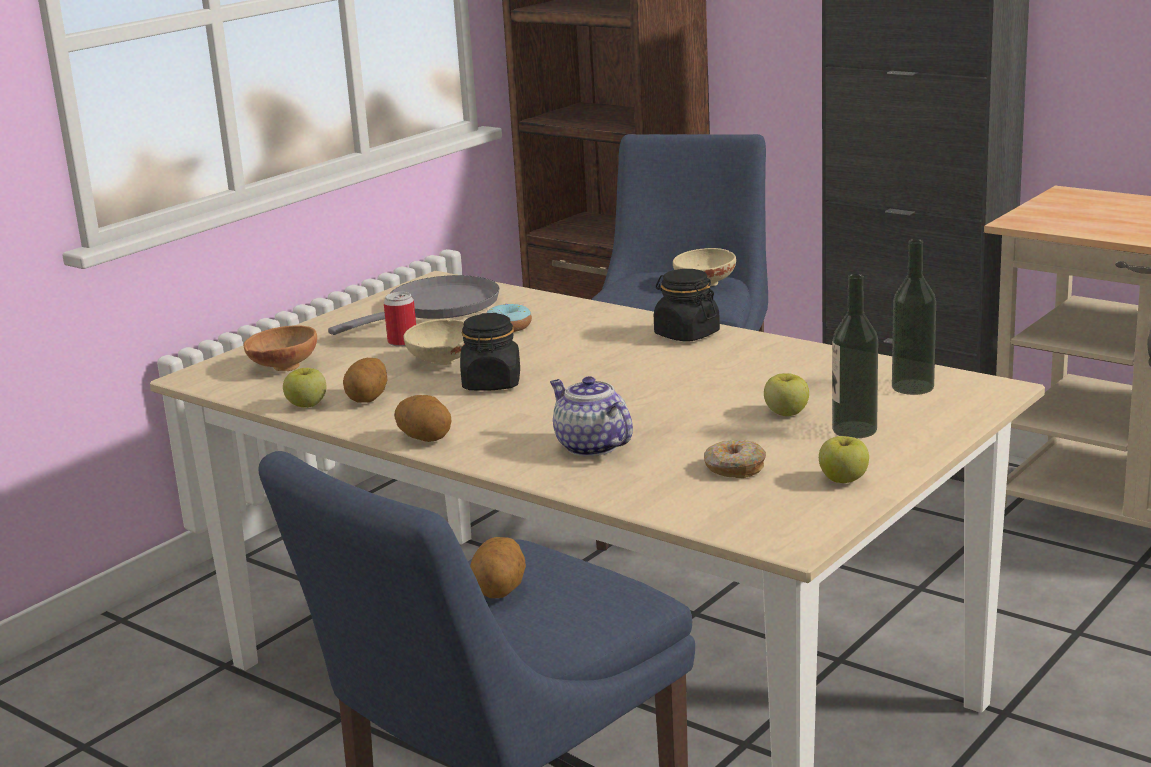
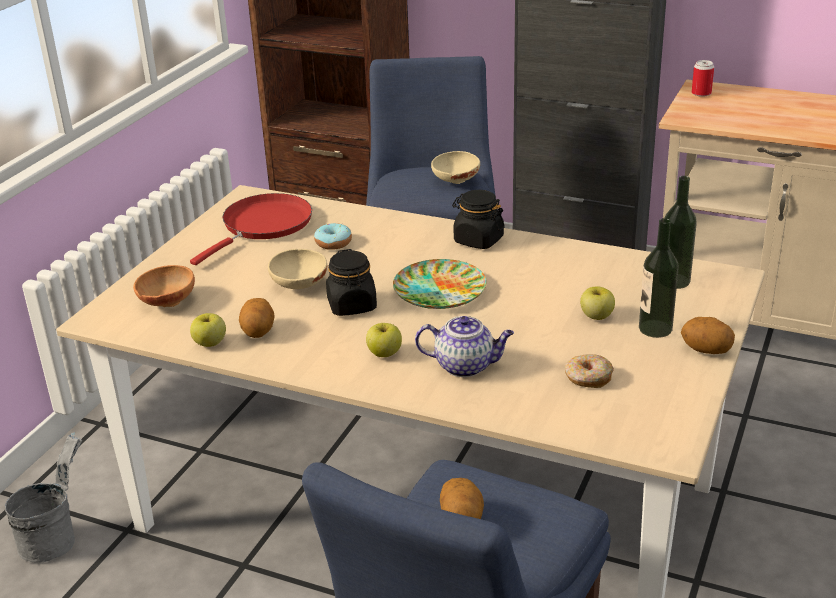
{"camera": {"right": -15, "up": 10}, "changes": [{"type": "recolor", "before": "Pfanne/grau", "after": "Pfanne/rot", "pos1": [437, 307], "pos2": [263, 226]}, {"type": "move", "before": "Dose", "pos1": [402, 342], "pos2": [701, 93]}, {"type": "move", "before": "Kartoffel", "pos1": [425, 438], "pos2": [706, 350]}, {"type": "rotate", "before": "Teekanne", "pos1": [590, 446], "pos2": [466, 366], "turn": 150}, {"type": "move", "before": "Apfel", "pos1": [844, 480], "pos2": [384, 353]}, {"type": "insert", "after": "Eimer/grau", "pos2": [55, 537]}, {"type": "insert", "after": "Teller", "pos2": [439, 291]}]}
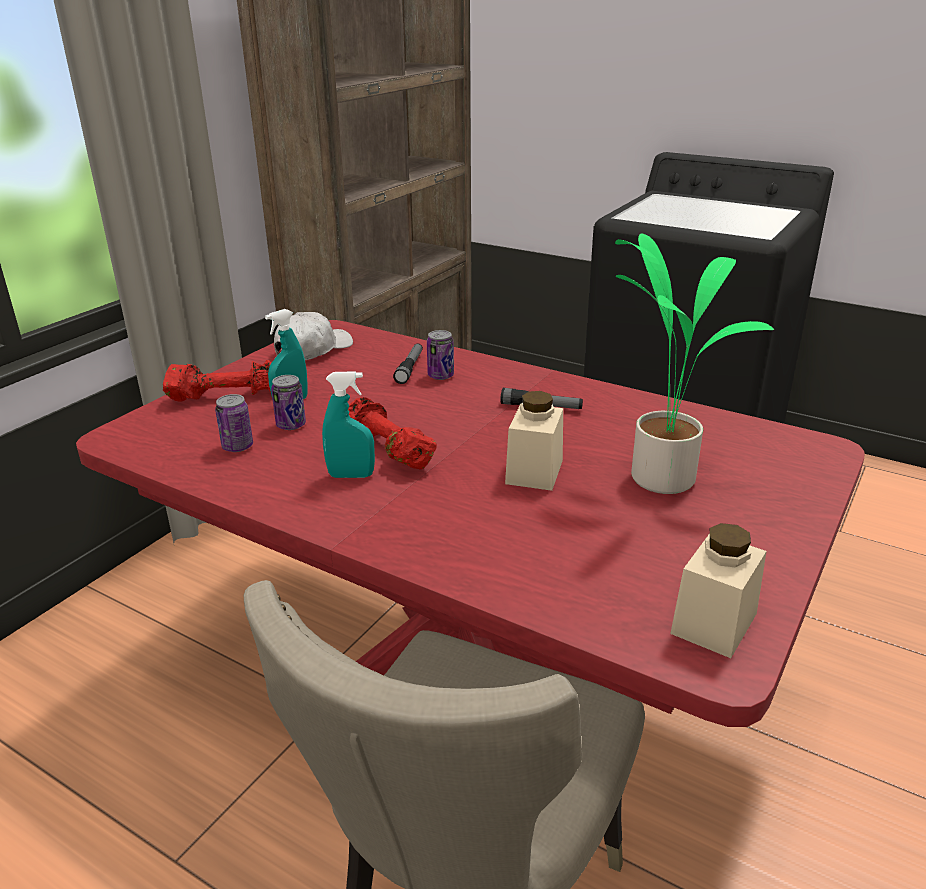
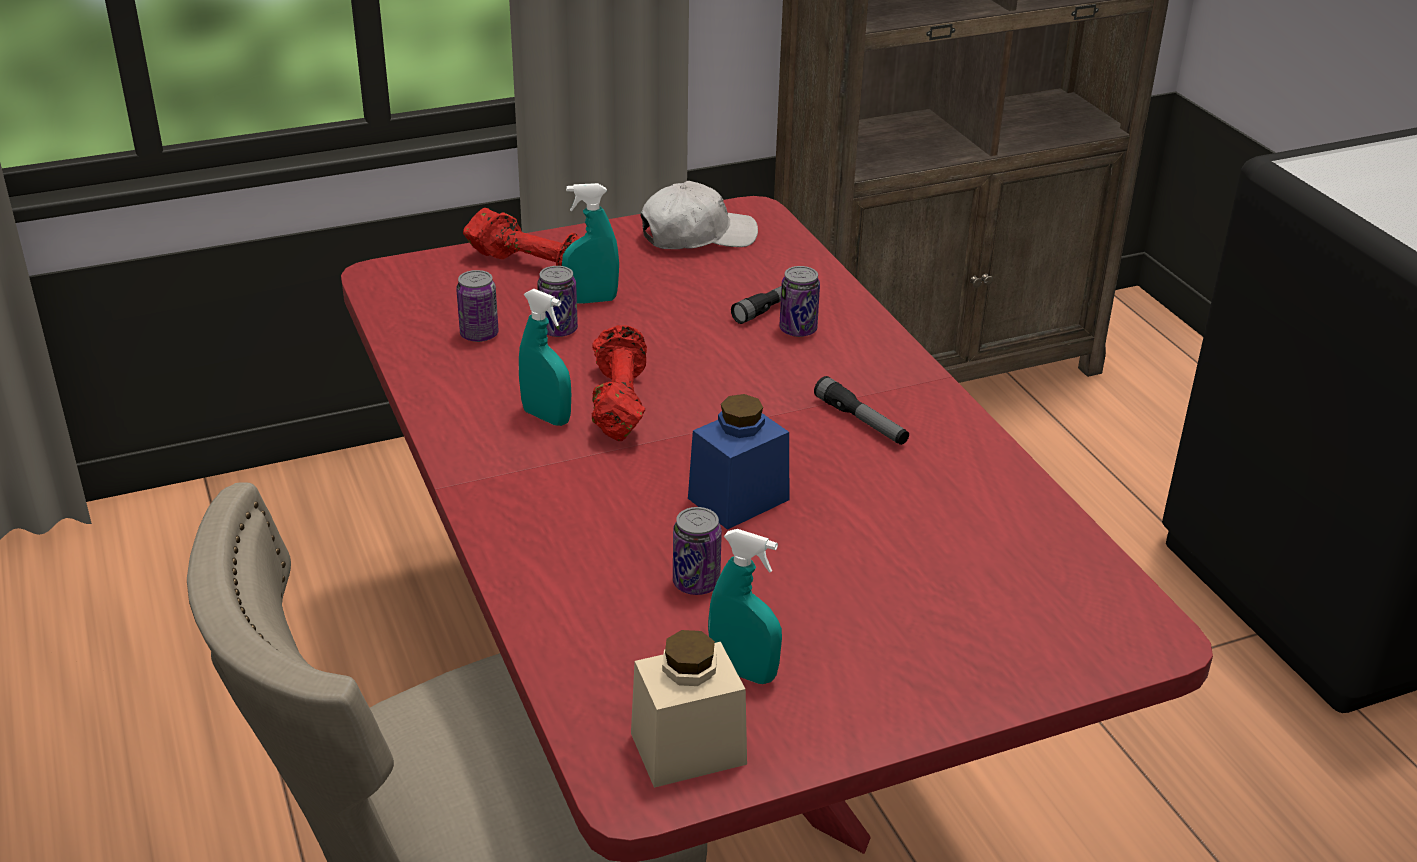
{"camera": {"right": 35, "up": 5}, "changes": [{"type": "recolor", "before": "Vorratsglas/beige", "after": "Vorratsglas/blau", "pos1": [534, 472], "pos2": [738, 499]}, {"type": "delete", "before": "Topfpflanze", "pos1": [661, 476]}, {"type": "insert", "after": "Dose", "pos2": [696, 583]}, {"type": "insert", "after": "Sprühflasche/türkis", "pos2": [743, 672]}]}
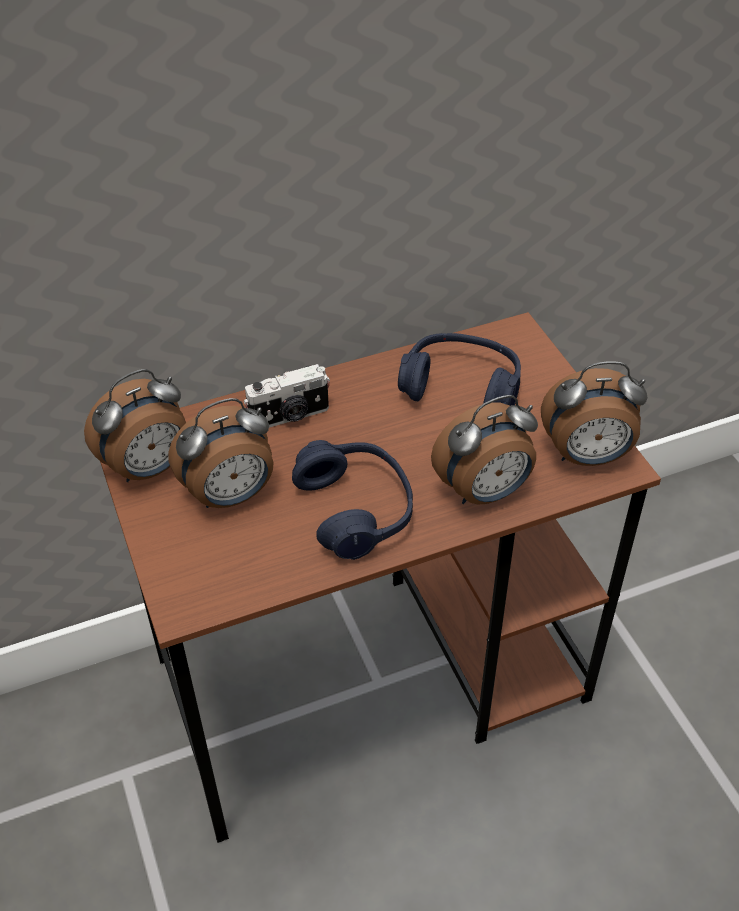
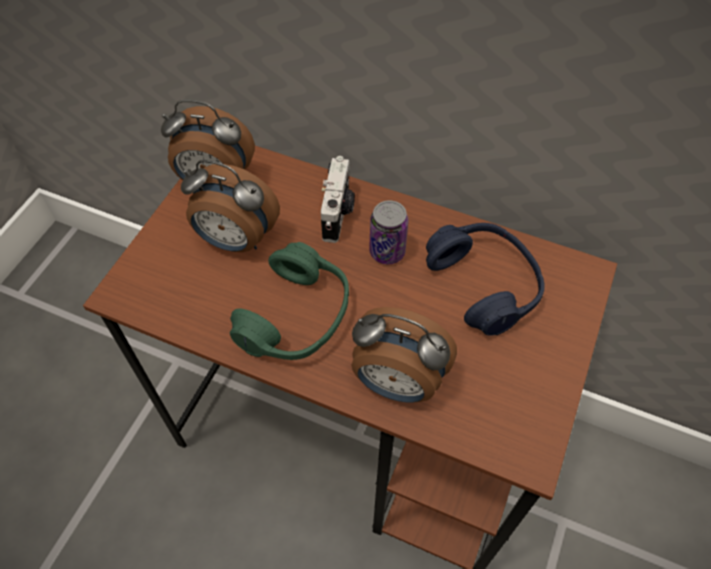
{"camera": {"right": 45, "up": 10}, "changes": [{"type": "rotate", "before": "Kamera", "pos1": [290, 417], "pos2": [338, 213], "turn": -105}, {"type": "recolor", "before": "Kopfhörer/blau", "after": "Kopfhörer/grün", "pos1": [356, 509], "pos2": [296, 317]}, {"type": "delete", "before": "Wecker", "pos1": [587, 456]}, {"type": "insert", "after": "Dose", "pos2": [387, 252]}]}
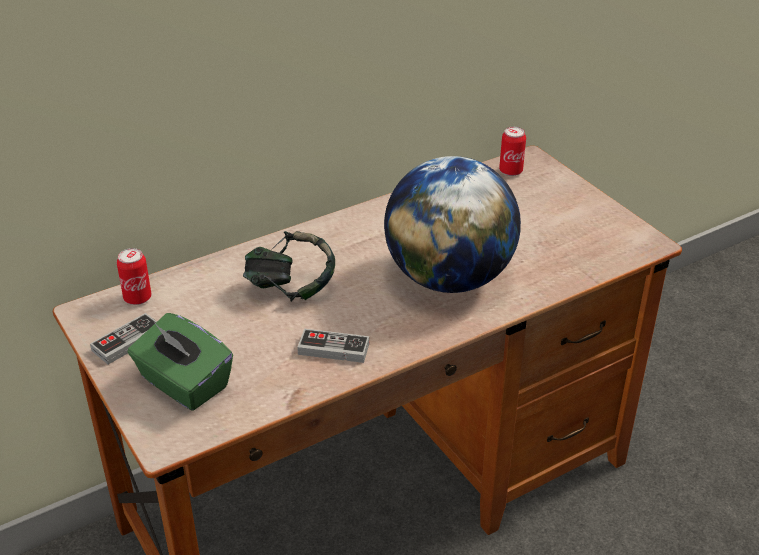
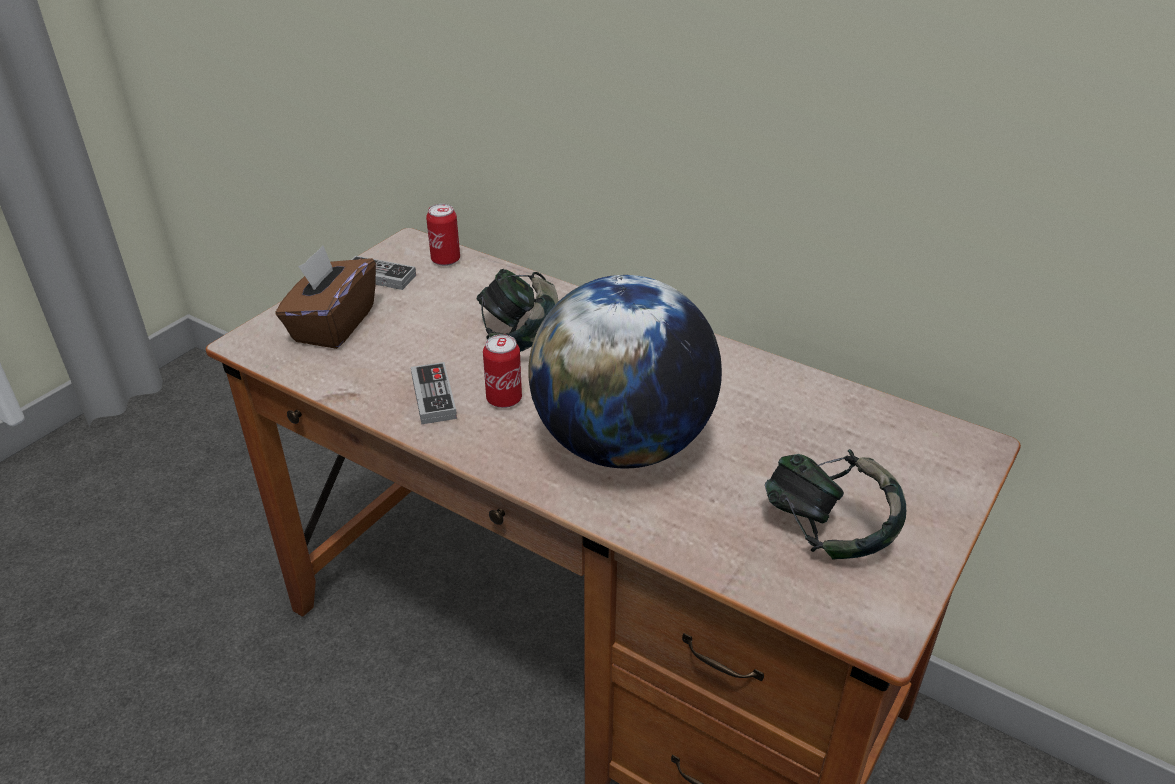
{"camera": {"right": 65, "up": 0}, "changes": [{"type": "recolor", "before": "Taschentuchbox/grün", "after": "Taschentuchbox/braun", "pos1": [183, 384], "pos2": [333, 324]}, {"type": "move", "before": "Dose", "pos1": [511, 171], "pos2": [504, 399]}, {"type": "insert", "after": "Kopfhörer", "pos2": [827, 532]}]}
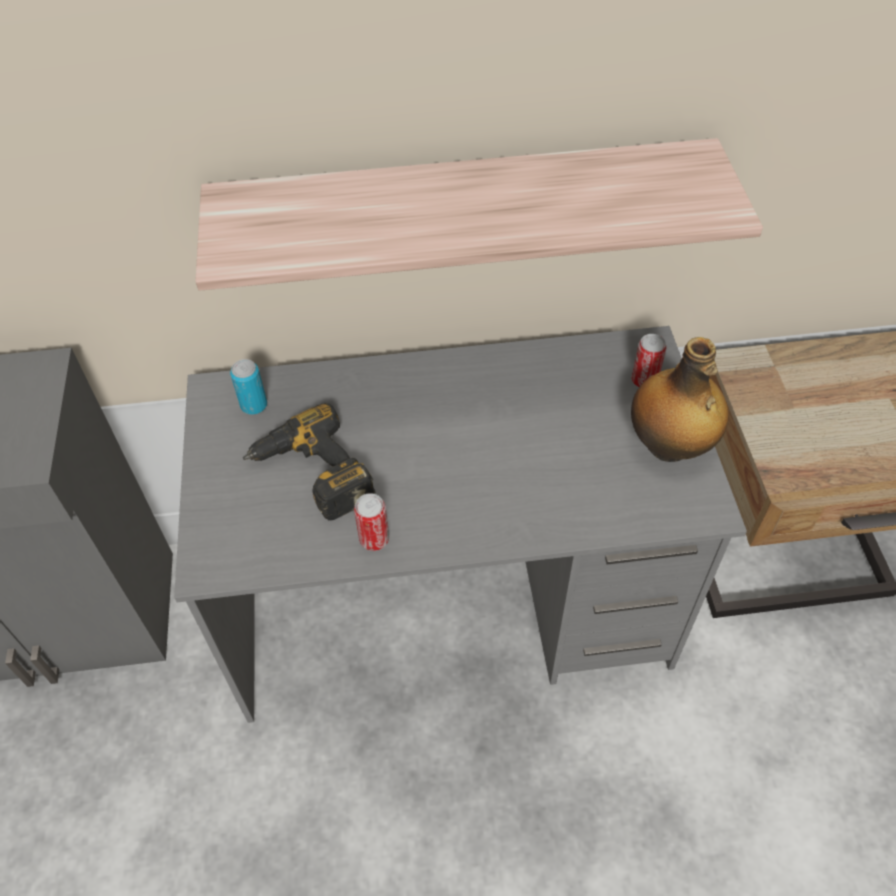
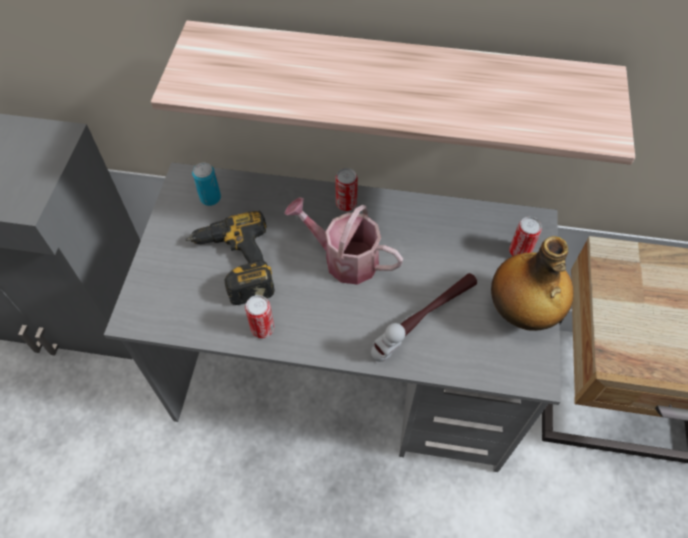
{"camera": {"right": 15, "up": 5}, "changes": [{"type": "insert", "after": "Gießkanne", "pos2": [344, 258]}, {"type": "insert", "after": "Dose", "pos2": [346, 204]}, {"type": "insert", "after": "Hammer", "pos2": [424, 322]}]}
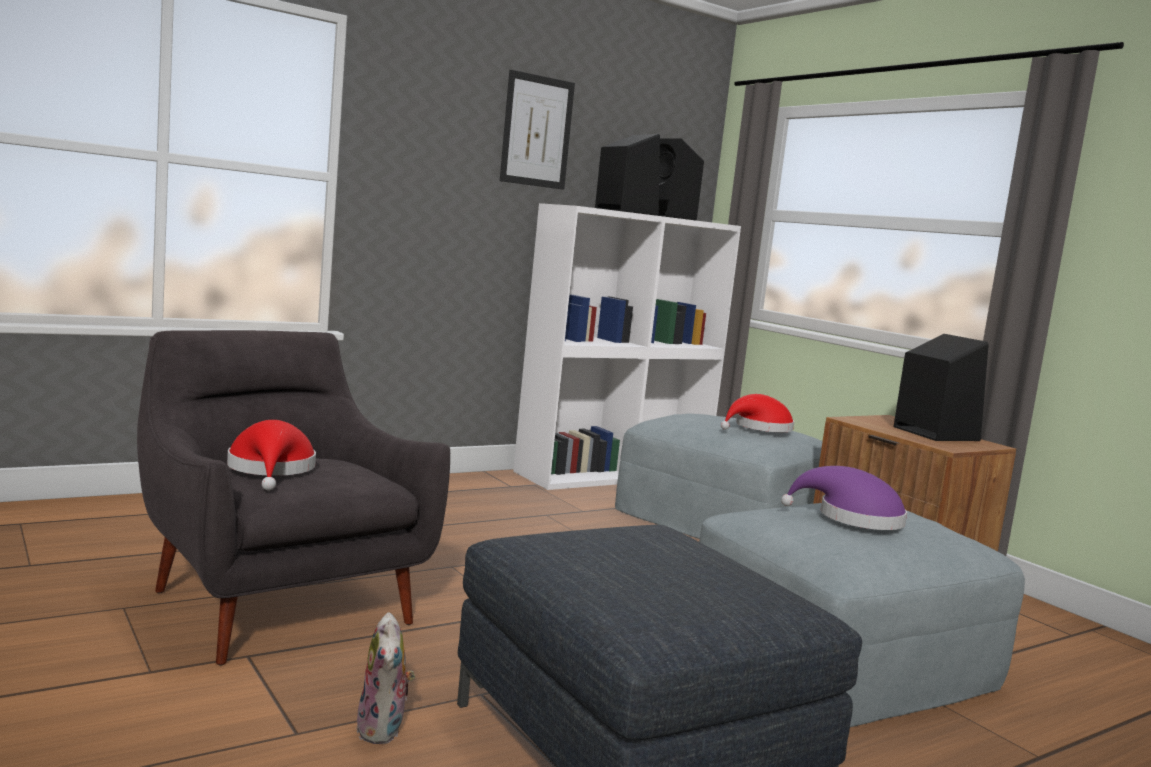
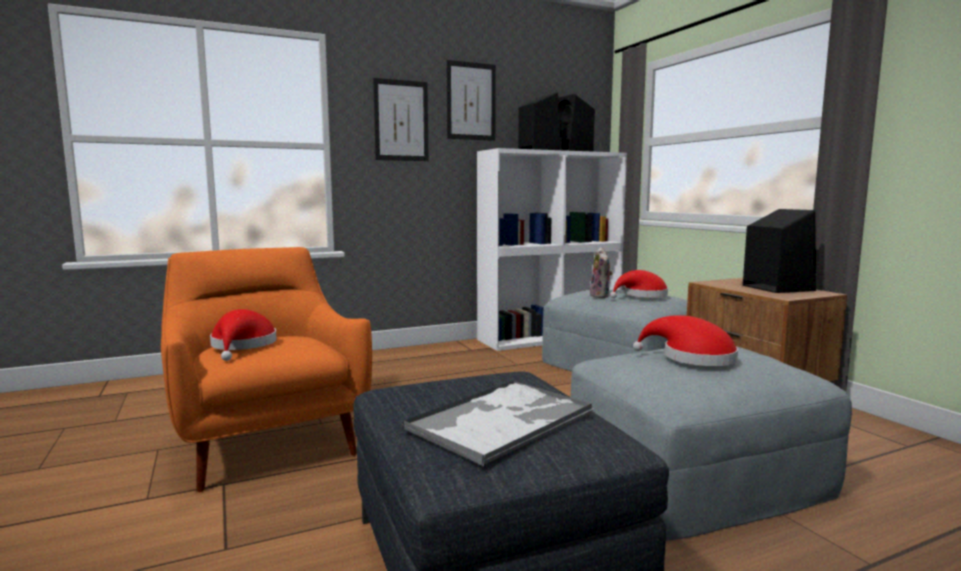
{"camera": {"right": 10, "up": 0}, "changes": [{"type": "recolor", "before": "Sessel/grau", "after": "Sessel/orange", "pos1": [277, 602], "pos2": [266, 441]}, {"type": "move", "before": "Plüschtier", "pos1": [383, 730], "pos2": [601, 296]}, {"type": "recolor", "before": "Hut/lila", "after": "Hut/rot", "pos1": [852, 518], "pos2": [692, 358]}, {"type": "insert", "after": "Bild", "pos2": [401, 120]}, {"type": "insert", "after": "Tablett", "pos2": [502, 420]}]}
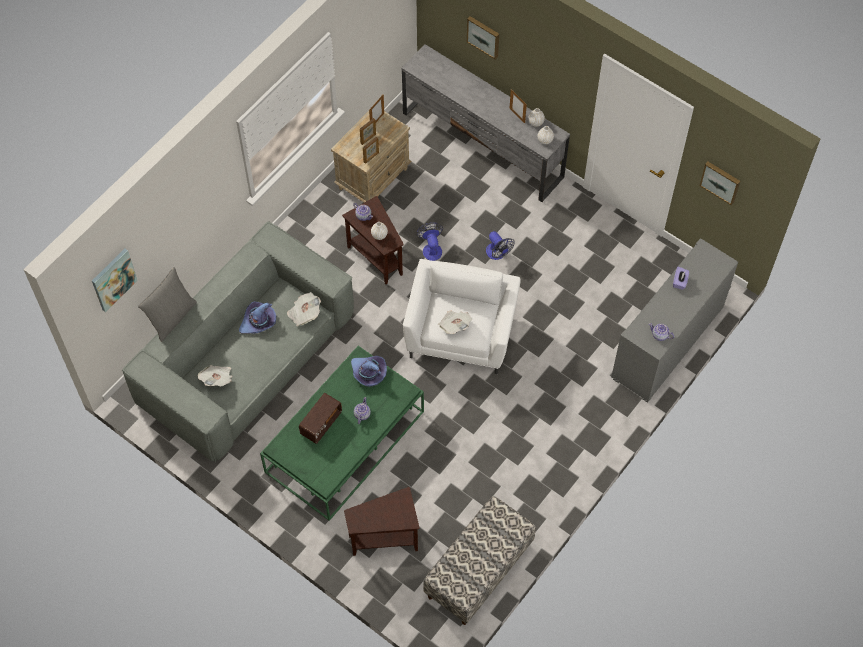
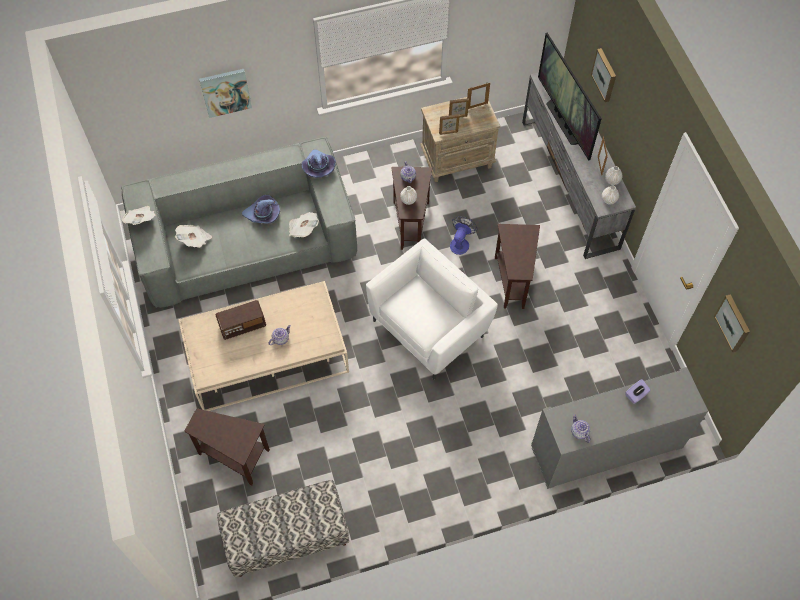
{"camera": {"right": 35, "up": 0}, "changes": [{"type": "move", "before": "Bild", "pos1": [113, 279], "pos2": [225, 92]}, {"type": "delete", "before": "Kissen/grau", "pos1": [172, 317]}, {"type": "recolor", "before": "Couchtisch/grün", "after": "Couchtisch/beige", "pos1": [345, 441], "pos2": [267, 355]}, {"type": "move", "before": "Hut/lila", "pos1": [368, 373], "pos2": [318, 167]}, {"type": "move", "before": "Zeitung", "pos1": [454, 325], "pos2": [141, 220]}, {"type": "replace", "before": "Ventilator", "after": "Beistelltisch/braun", "pos1": [498, 254], "pos2": [513, 280]}, {"type": "insert", "after": "Fernseher", "pos2": [563, 122]}]}
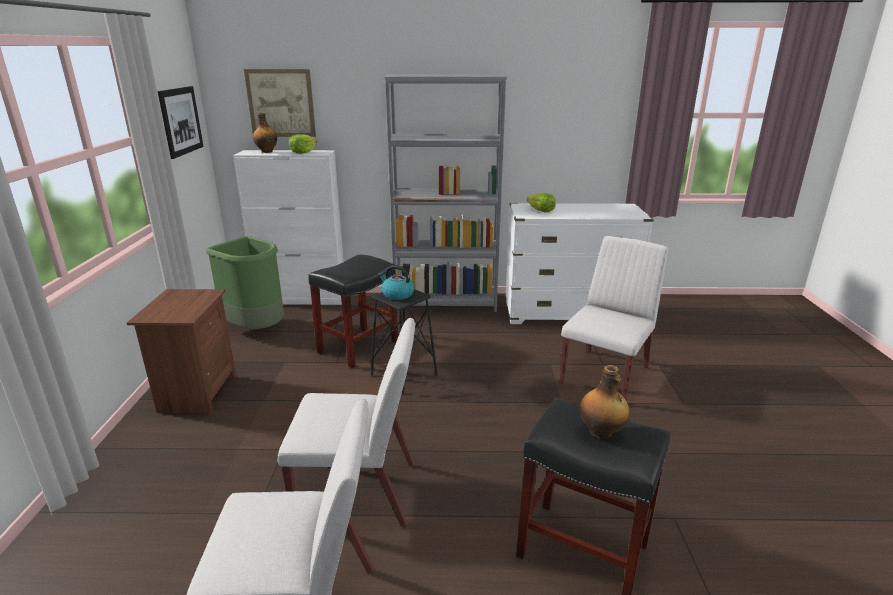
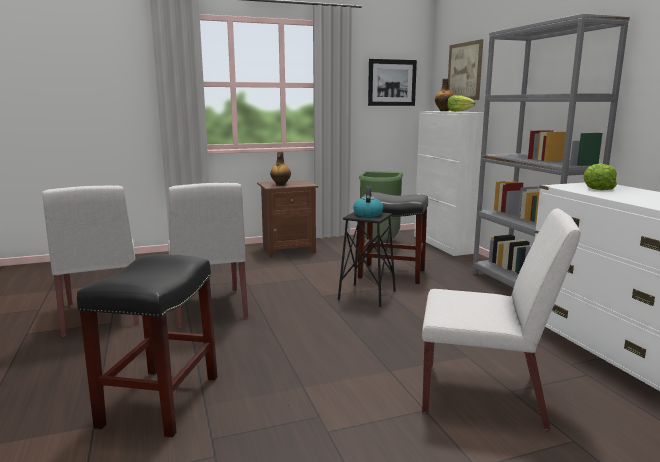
{"camera": {"right": 70, "up": -10}, "changes": [{"type": "move", "before": "Flasche", "pos1": [601, 432], "pos2": [280, 185]}]}
